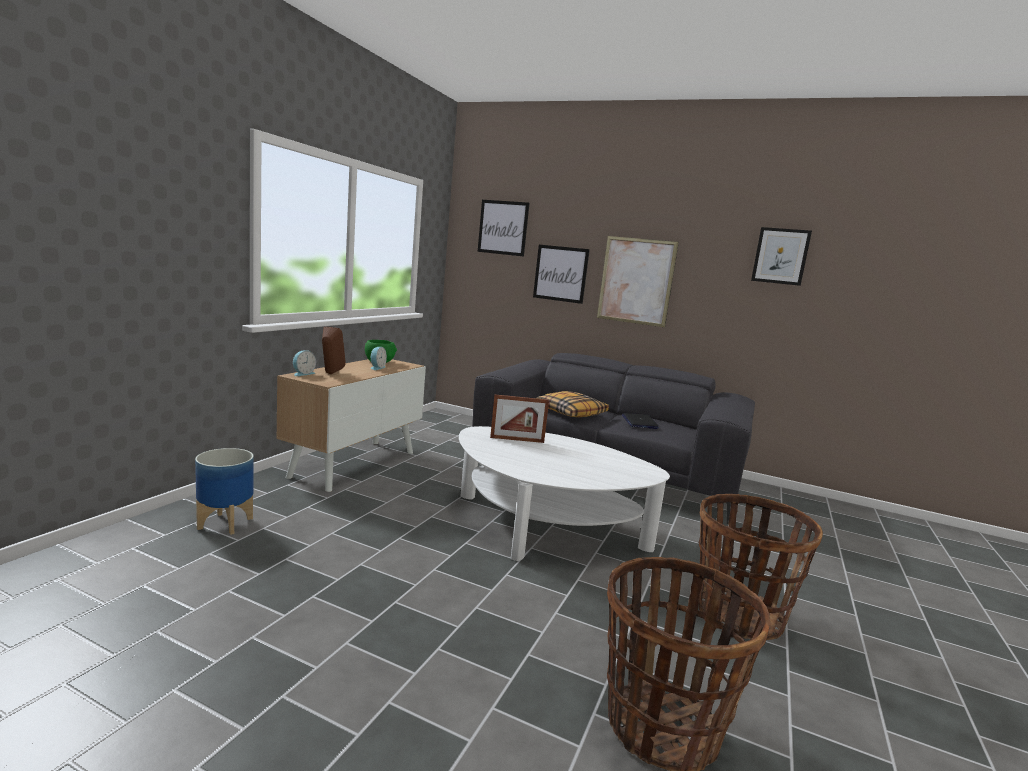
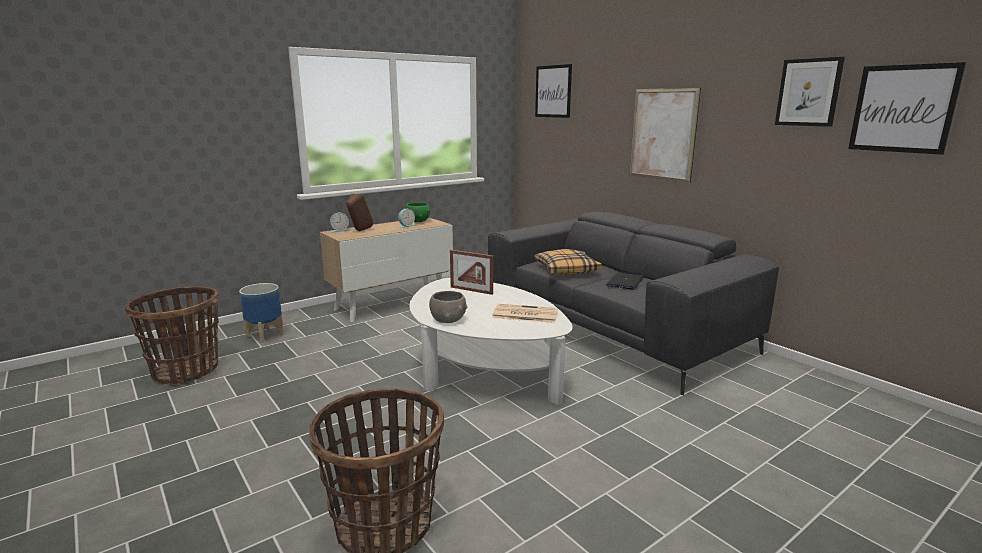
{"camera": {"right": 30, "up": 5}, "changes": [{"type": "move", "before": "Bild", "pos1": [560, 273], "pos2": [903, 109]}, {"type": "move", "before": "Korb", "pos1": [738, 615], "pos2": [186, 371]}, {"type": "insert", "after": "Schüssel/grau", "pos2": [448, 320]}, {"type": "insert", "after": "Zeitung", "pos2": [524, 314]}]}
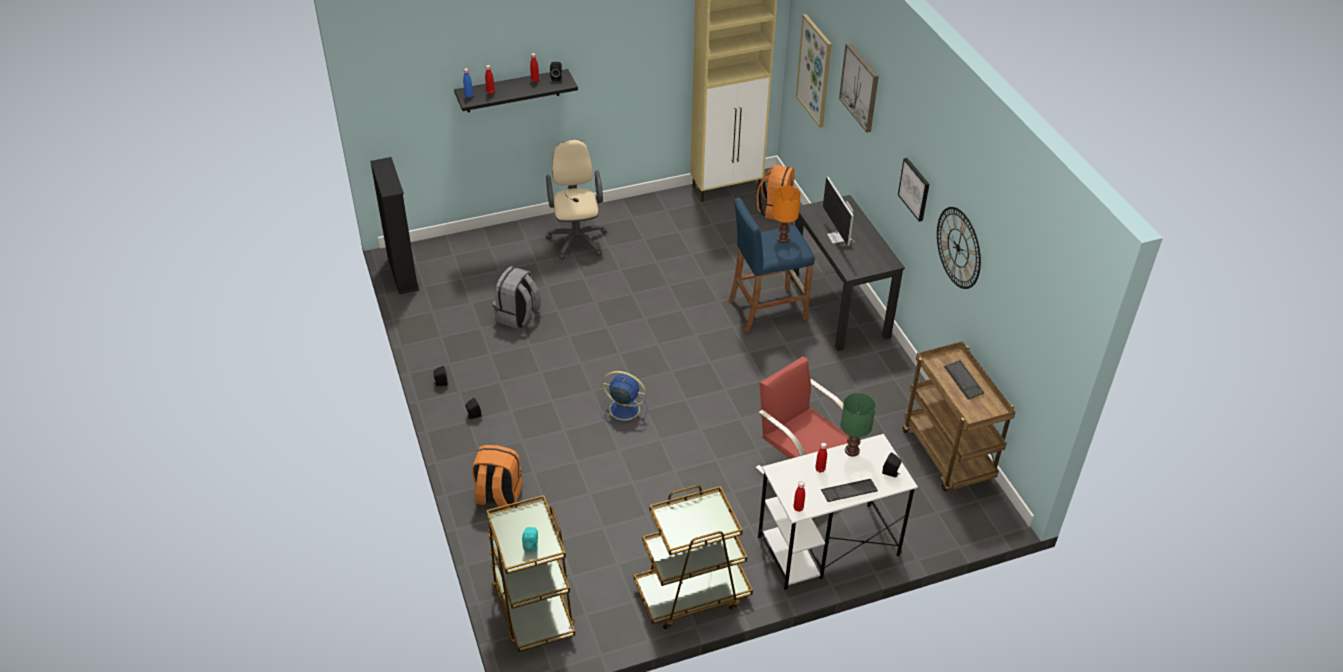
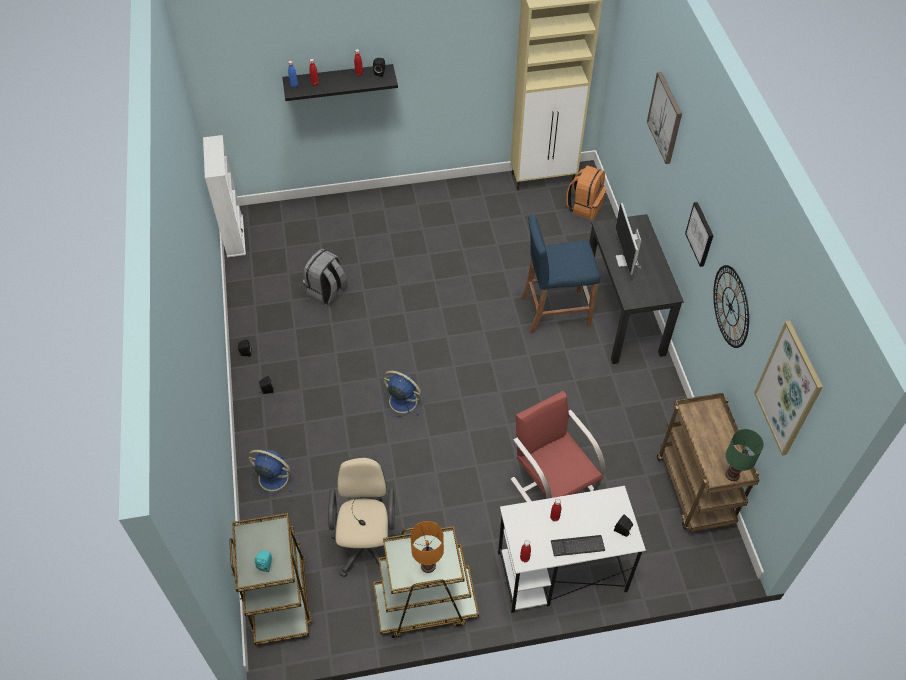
{"camera": {"right": 10, "up": 10}, "changes": [{"type": "recolor", "before": "Bücherregal/schwarz", "after": "Bücherregal/weiß", "pos1": [402, 273], "pos2": [234, 236]}, {"type": "replace", "before": "Rucksack/orange", "after": "Ventilator/blau", "pos1": [498, 496], "pos2": [272, 477]}, {"type": "move", "before": "Bürostuhl/beige", "pos1": [577, 238], "pos2": [367, 543]}, {"type": "move", "before": "Tischlampe/orange", "pos1": [783, 238], "pos2": [428, 565]}, {"type": "move", "before": "Bild", "pos1": [815, 70], "pos2": [788, 389]}, {"type": "move", "before": "Tischlampe/grün", "pos1": [852, 451], "pos2": [732, 475]}, {"type": "delete", "before": "Tastatur", "pos1": [963, 381]}]}
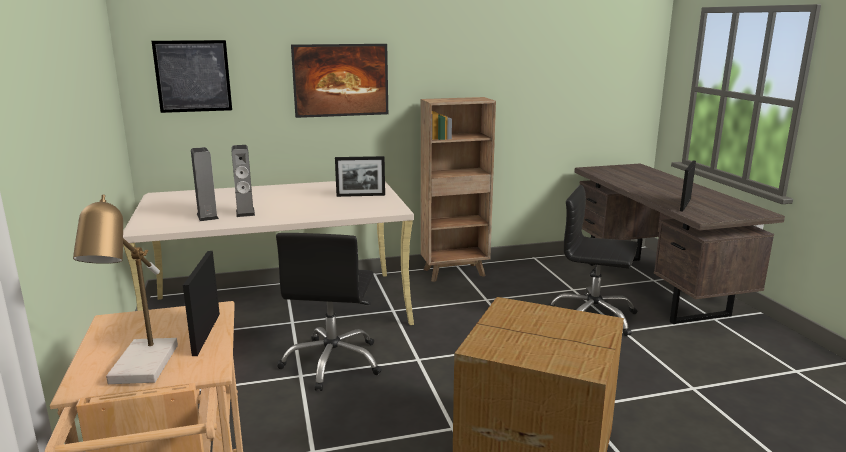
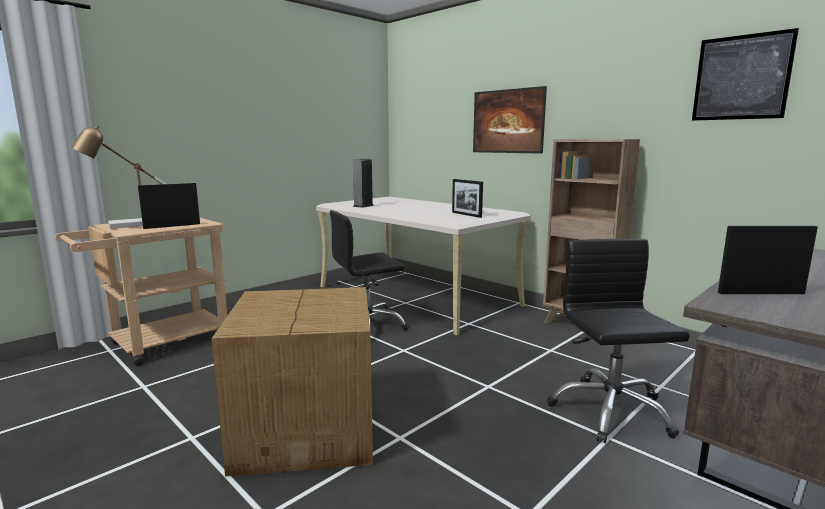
{"camera": {"right": 60, "up": -5}, "changes": [{"type": "move", "before": "Bild", "pos1": [193, 76], "pos2": [741, 77]}, {"type": "delete", "before": "Lautsprecher", "pos1": [245, 212]}]}
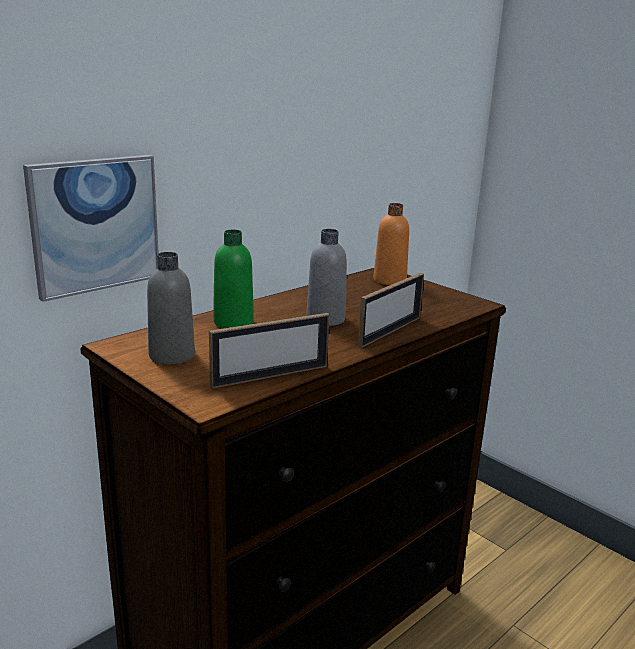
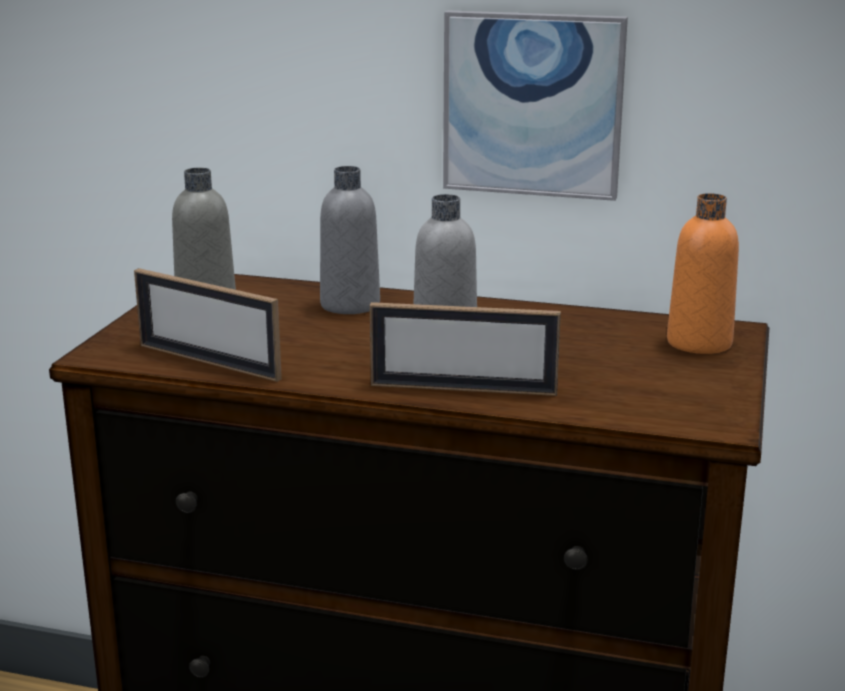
{"camera": {"right": 60, "up": 0}, "changes": [{"type": "move", "before": "Bild", "pos1": [95, 225], "pos2": [533, 104]}, {"type": "recolor", "before": "Flasche/grün", "after": "Flasche/grau", "pos1": [233, 322], "pos2": [350, 305]}]}
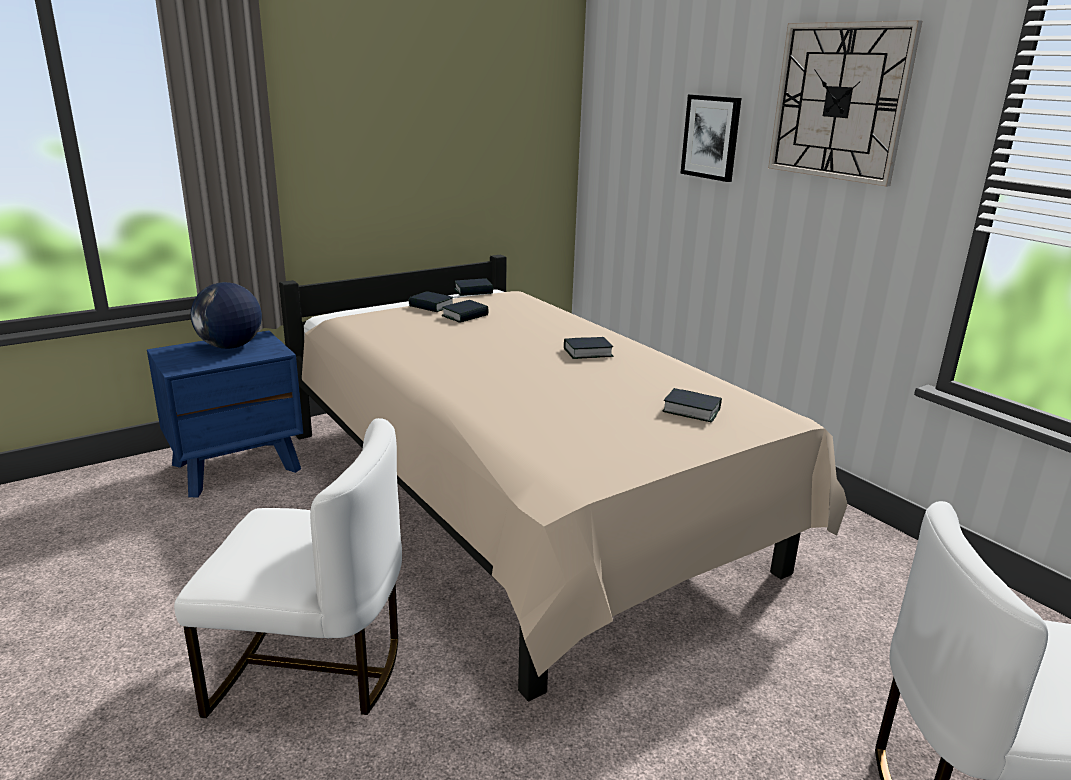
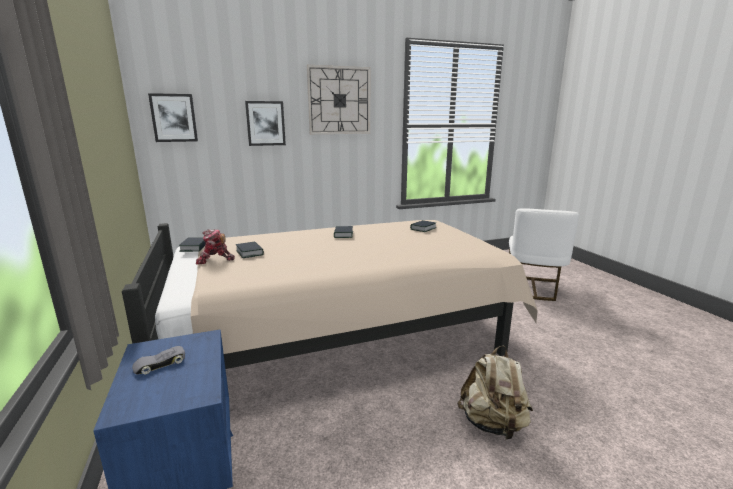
{"camera": {"right": -75, "up": -5}, "changes": [{"type": "replace", "before": "Stuhl/weiß", "after": "Rucksack/beige", "pos1": [311, 669], "pos2": [492, 424]}, {"type": "replace", "before": "Globus", "after": "Spielzeugauto/grau", "pos1": [230, 347], "pos2": [160, 364]}, {"type": "replace", "before": "Buch", "after": "Spielzeugroboter", "pos1": [431, 306], "pos2": [214, 260]}, {"type": "insert", "after": "Bild", "pos2": [174, 118]}]}
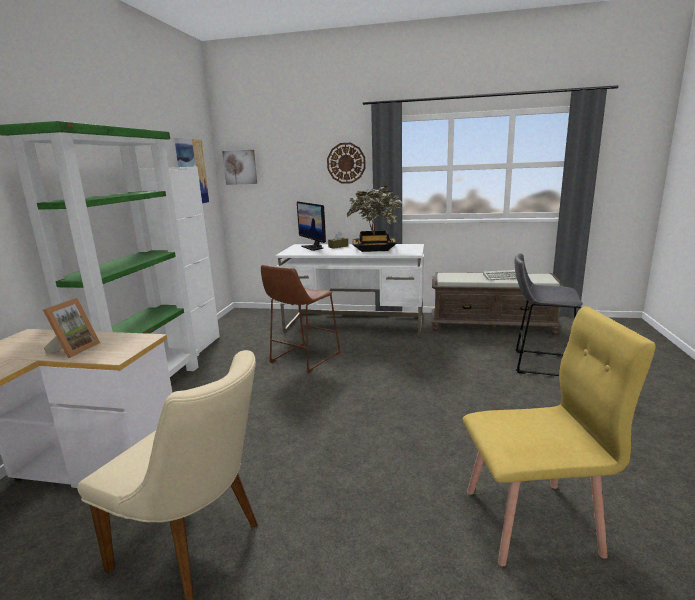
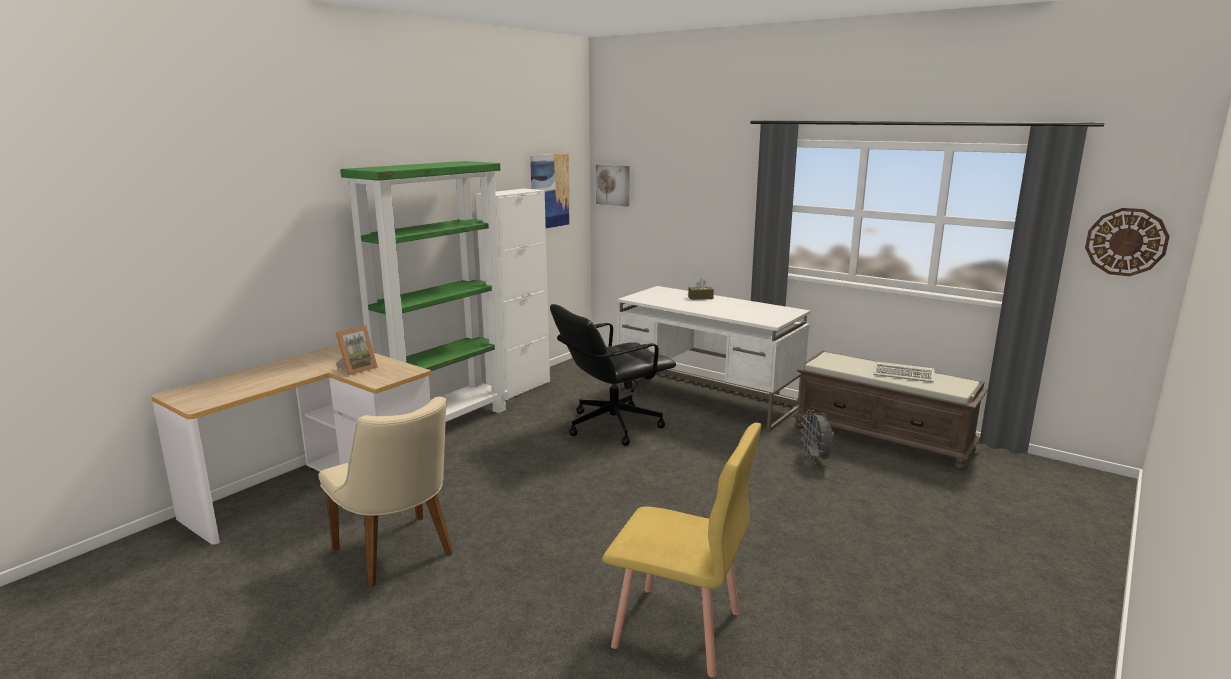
{"camera": {"right": 25, "up": 0}, "changes": [{"type": "replace", "before": "Hocker/braun", "after": "Bürostuhl/schwarz", "pos1": [302, 359], "pos2": [612, 425]}, {"type": "delete", "before": "Monitor", "pos1": [313, 247]}, {"type": "move", "before": "Wanduhr", "pos1": [346, 163], "pos2": [1126, 242]}, {"type": "delete", "before": "Topfpflanze", "pos1": [374, 249]}, {"type": "delete", "before": "Hocker/grau", "pos1": [542, 364]}, {"type": "insert", "after": "Ventilator/grau", "pos2": [816, 460]}]}
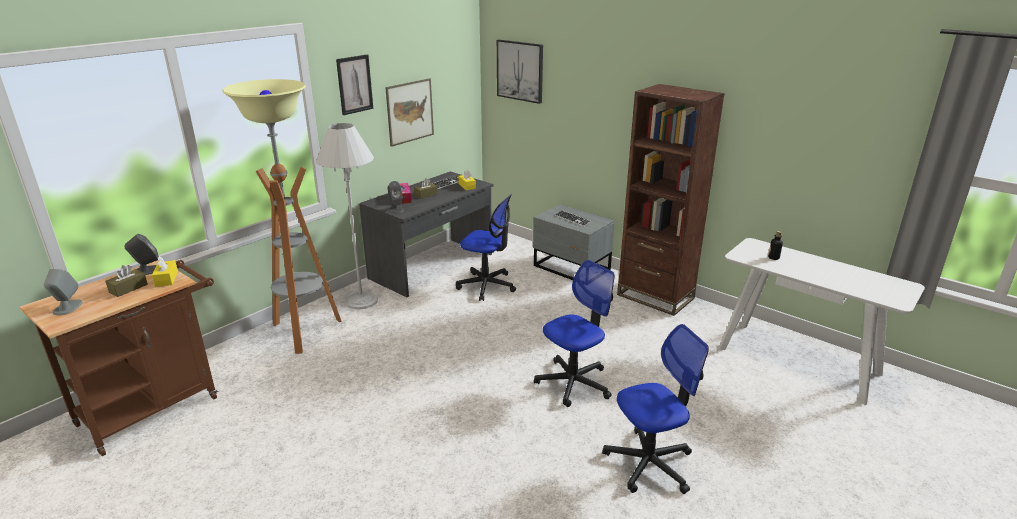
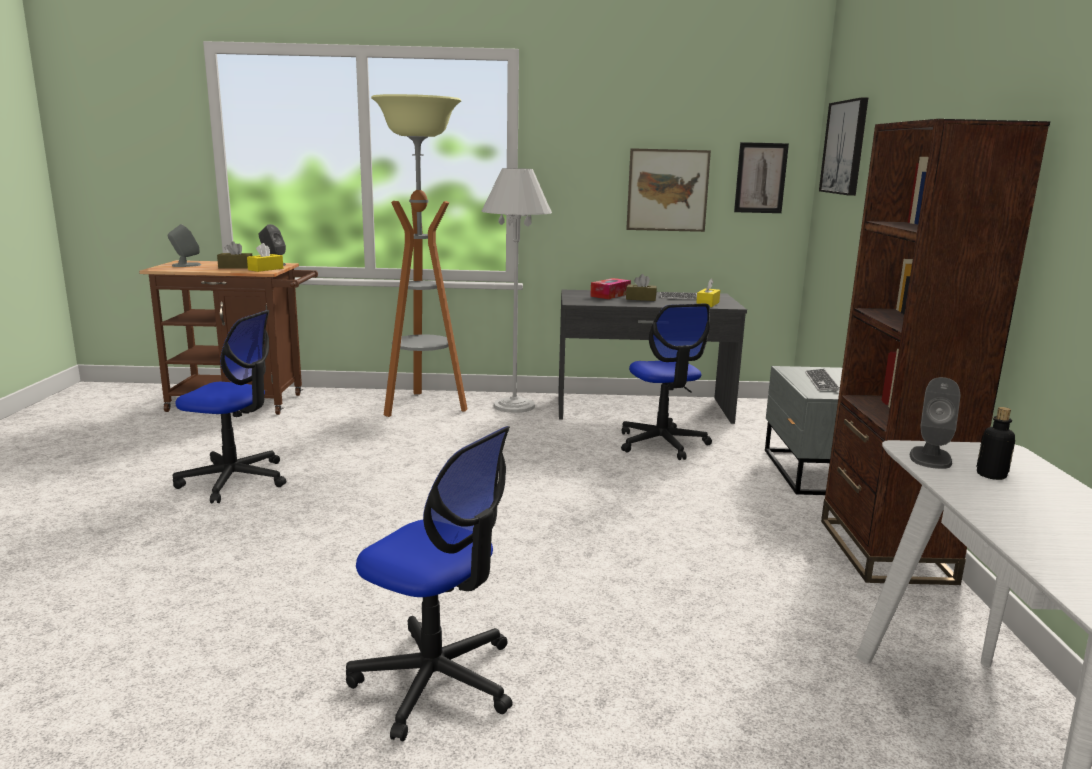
{"camera": {"right": 50, "up": -10}, "changes": [{"type": "move", "before": "Bild", "pos1": [354, 84], "pos2": [760, 178]}, {"type": "move", "before": "Lautsprecher/grau", "pos1": [395, 209], "pos2": [930, 458]}, {"type": "move", "before": "Bürostuhl", "pos1": [573, 383], "pos2": [234, 480]}]}
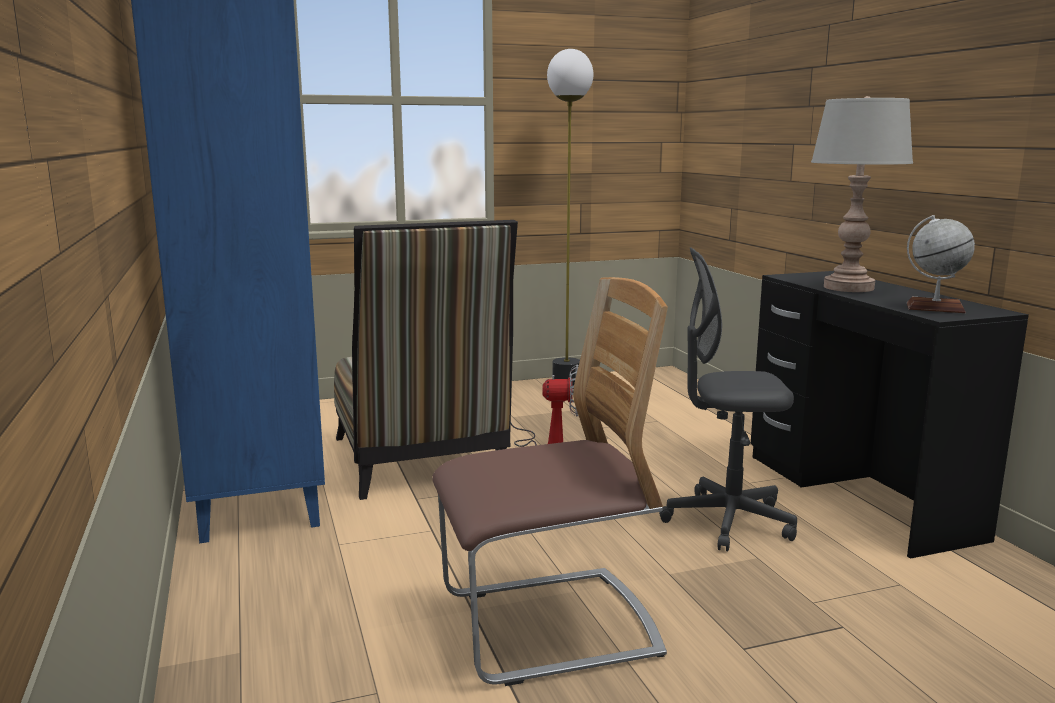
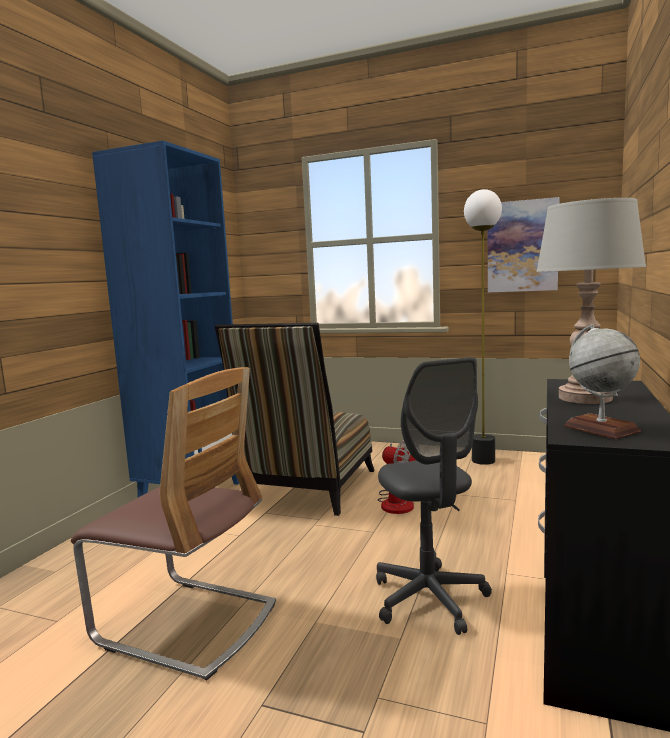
{"camera": {"right": 40, "up": -5}, "changes": [{"type": "rotate", "before": "Bürostuhl/grau", "pos1": [728, 521], "pos2": [429, 599], "turn": -150}, {"type": "insert", "after": "Bild", "pos2": [522, 246]}]}
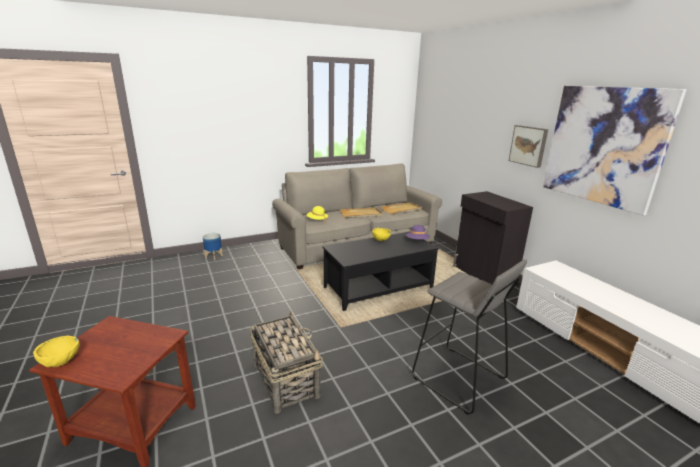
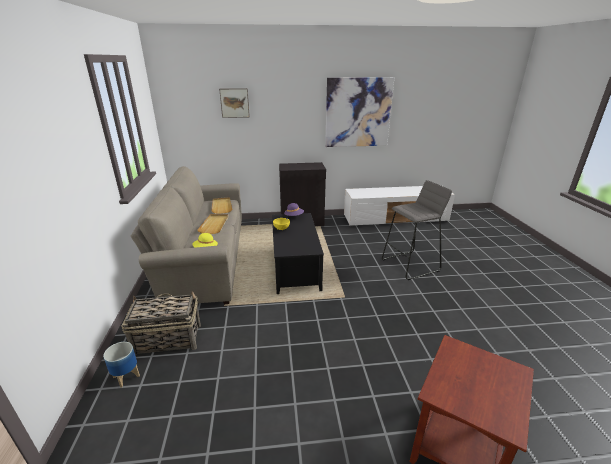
{"camera": {"right": -70, "up": 5}, "changes": [{"type": "delete", "before": "Schüssel/gelb", "pos1": [61, 362]}, {"type": "move", "before": "Korb", "pos1": [285, 379], "pos2": [167, 339]}, {"type": "move", "before": "Bild", "pos1": [528, 145], "pos2": [234, 103]}]}
